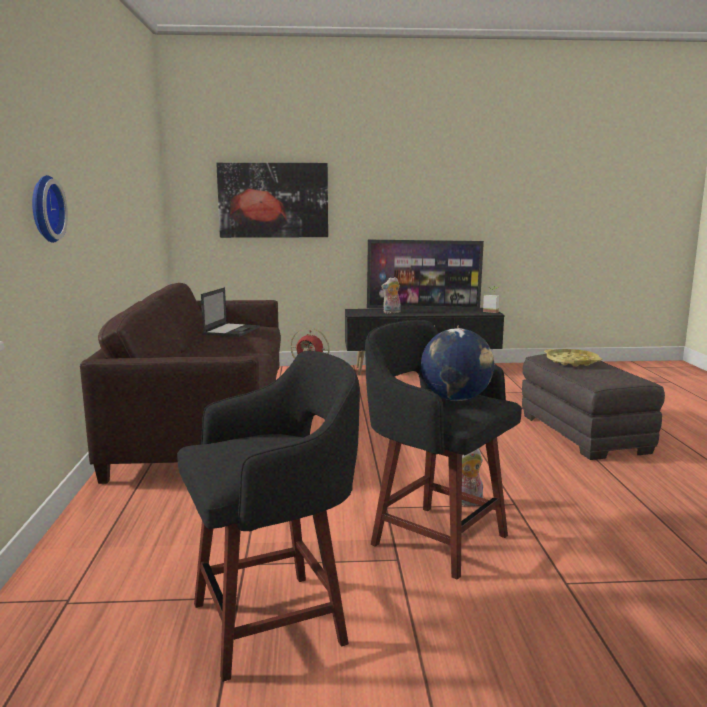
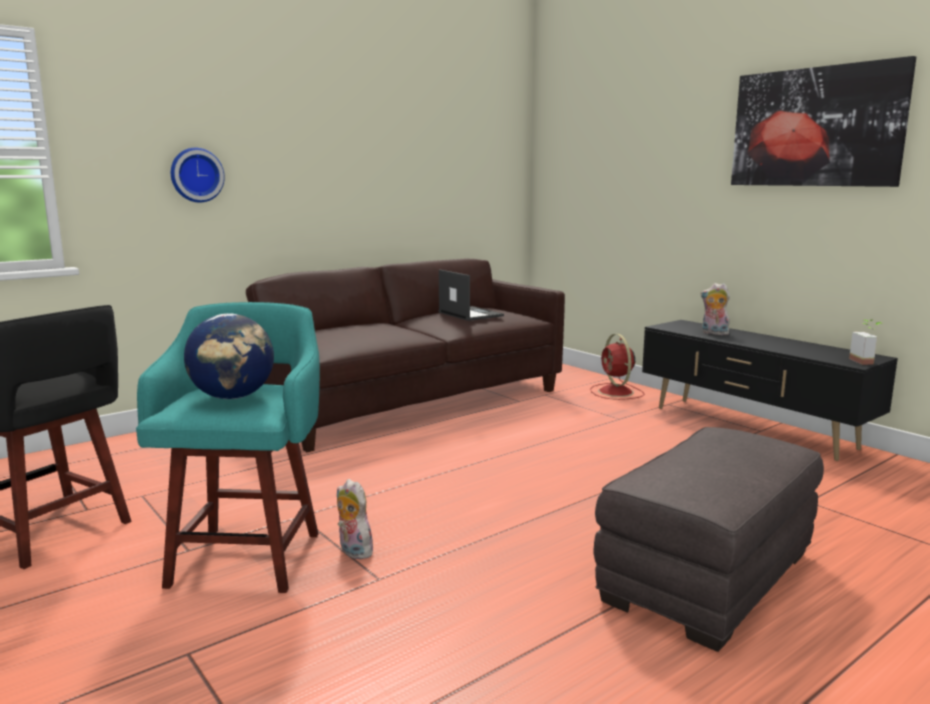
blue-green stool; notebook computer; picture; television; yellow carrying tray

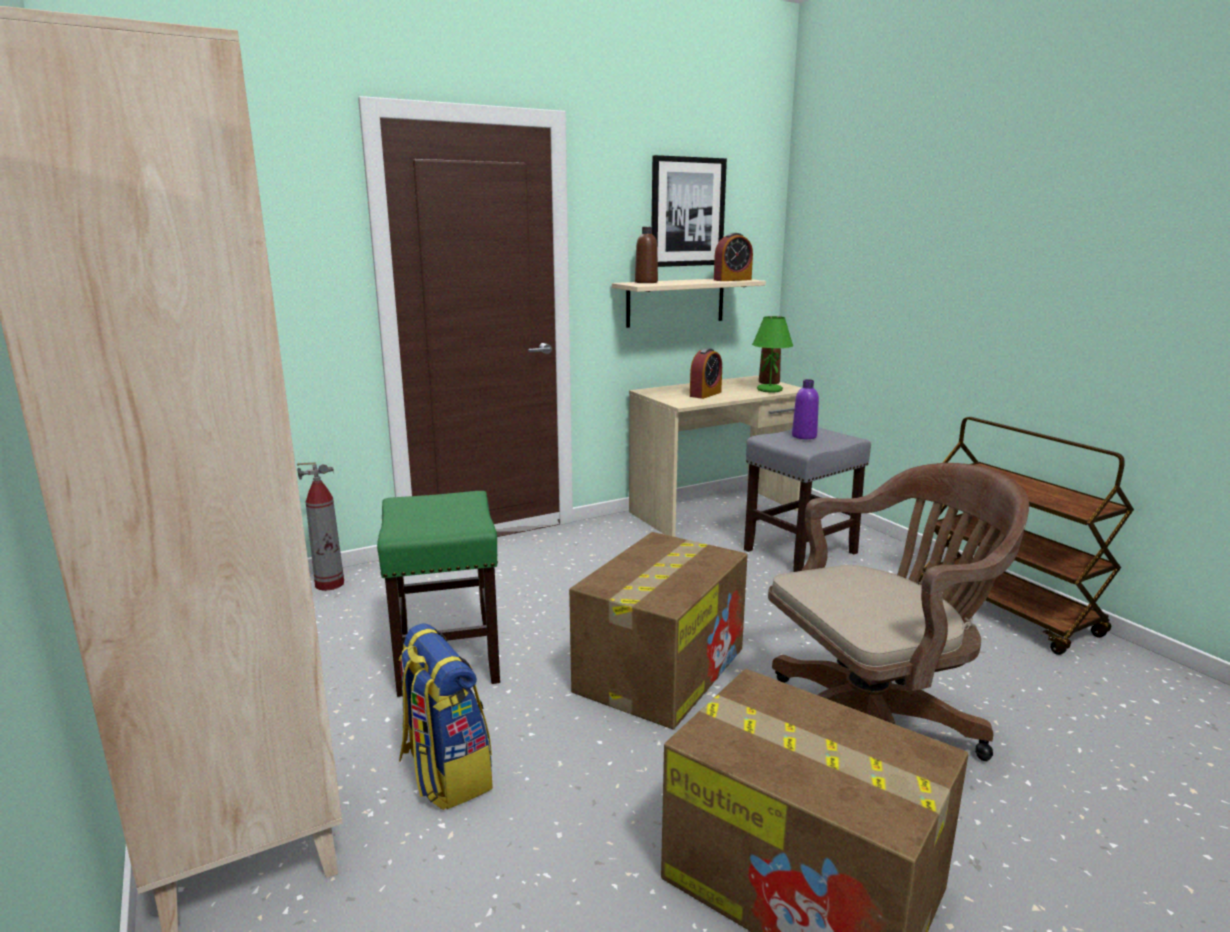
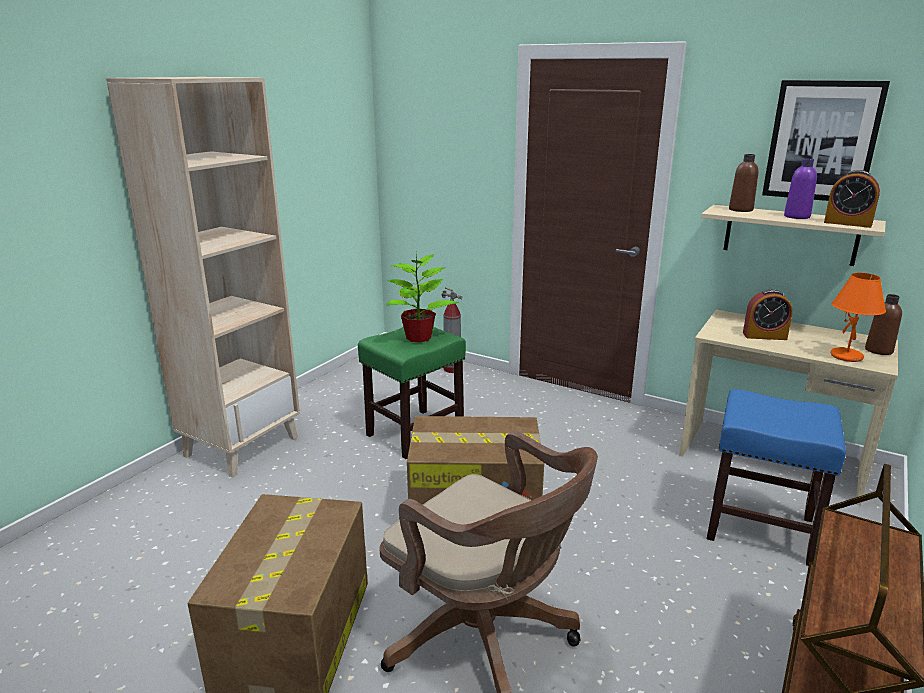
plant in a pot; bluish stool; purplish beverage bottle; orange lamp for a table; rucksack

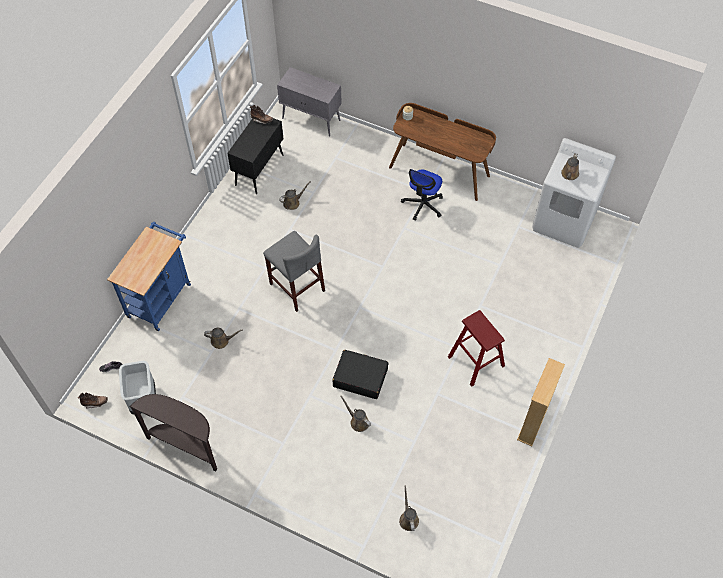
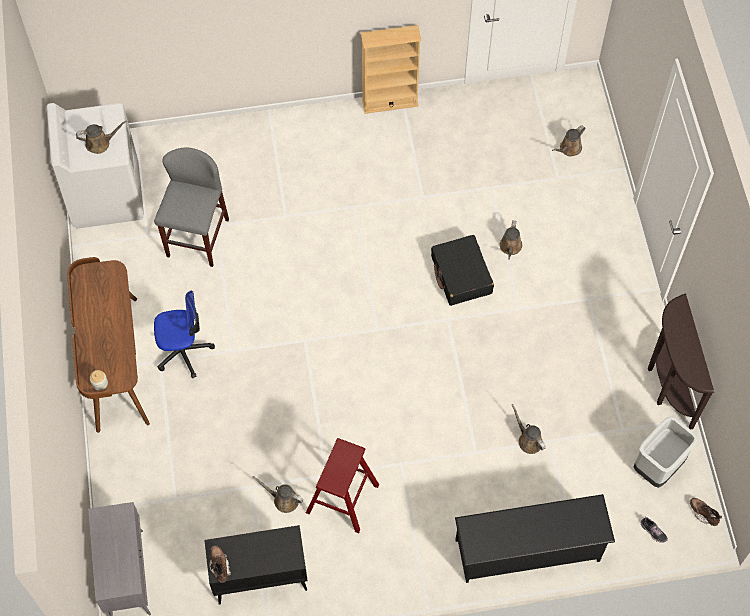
grey stool; reddish stool; black shoe shelf

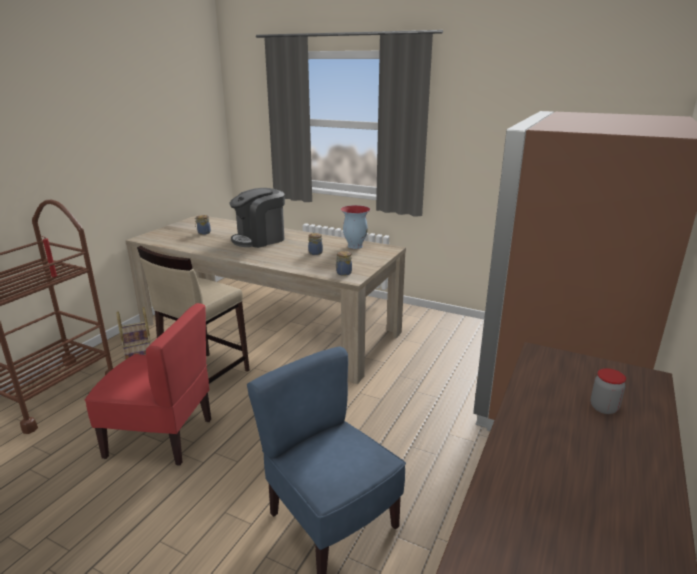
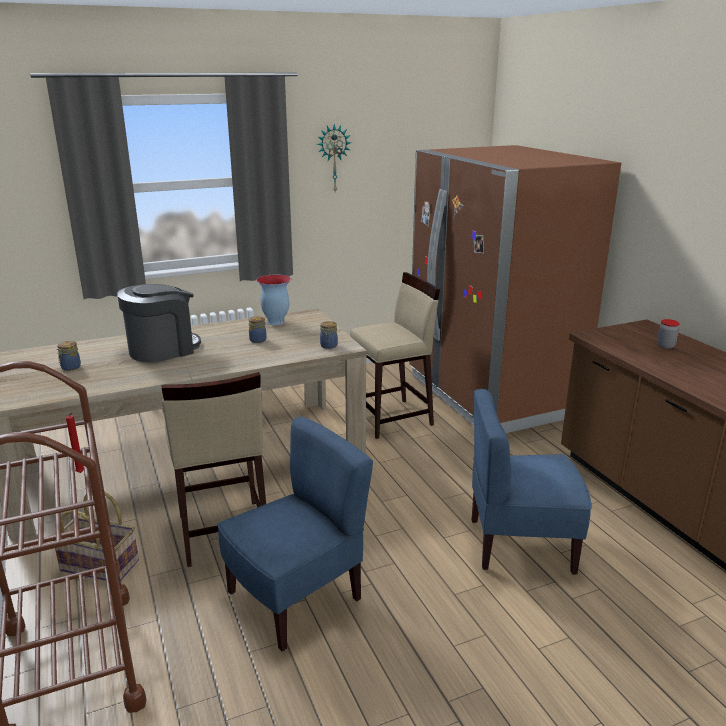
coffee brewer; bluish upright chair (no. 1 from left); wall clock; beige stool (no. 2 from left)

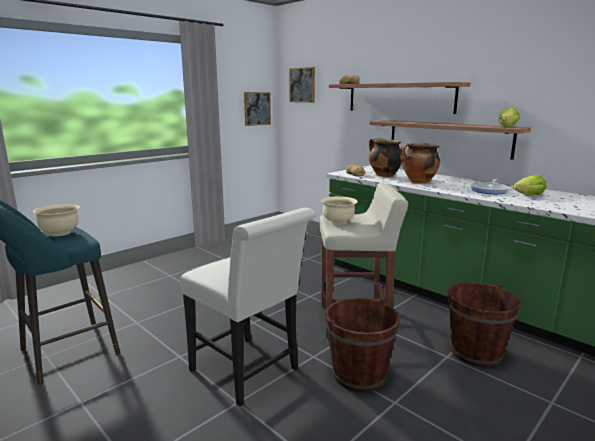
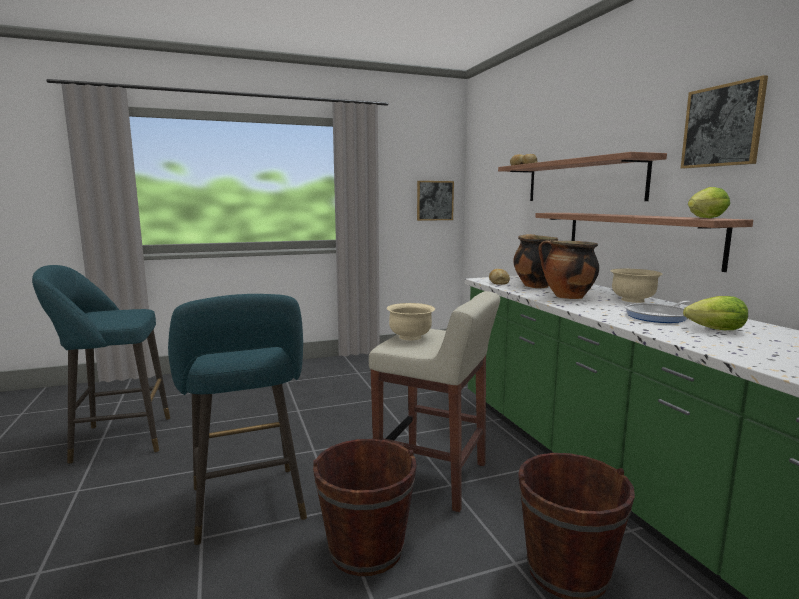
blue-green stool (no. 2 from left); beige deep dish (no. 2 from left); picture (no. 2 from left)

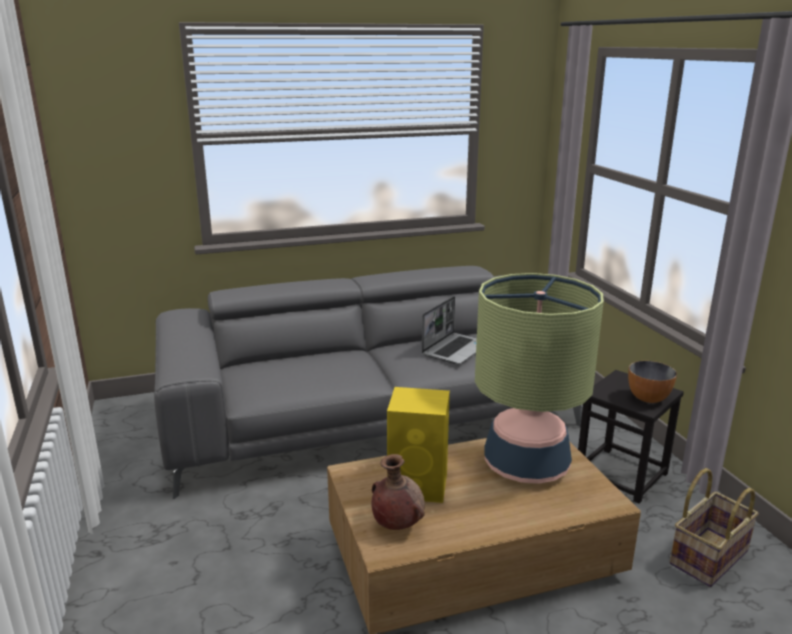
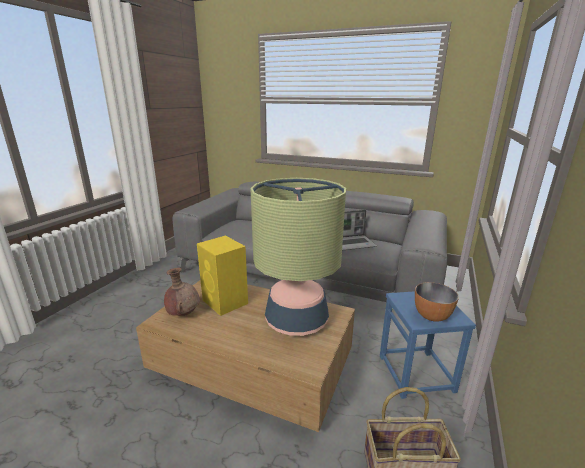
bluish stool

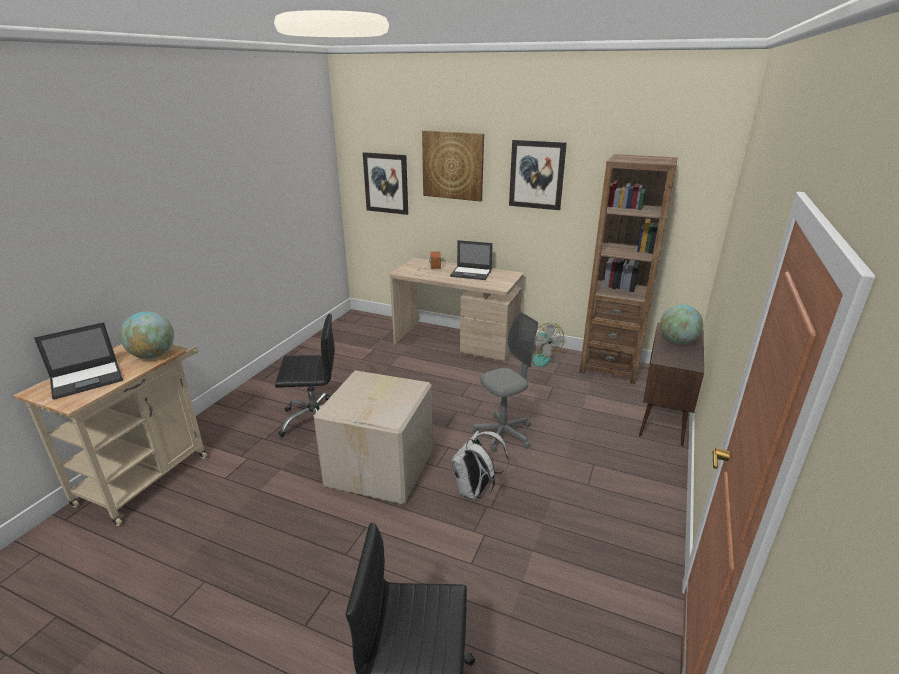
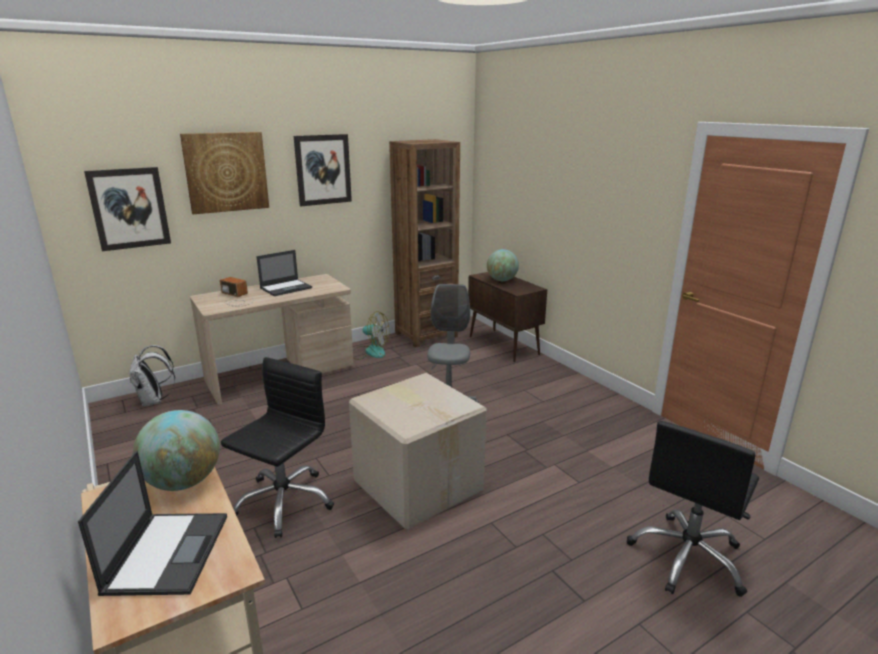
whitish rucksack

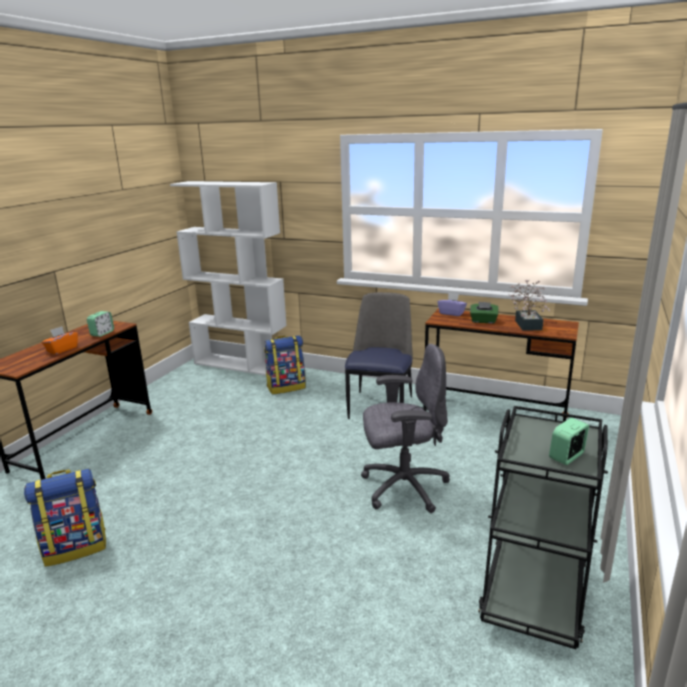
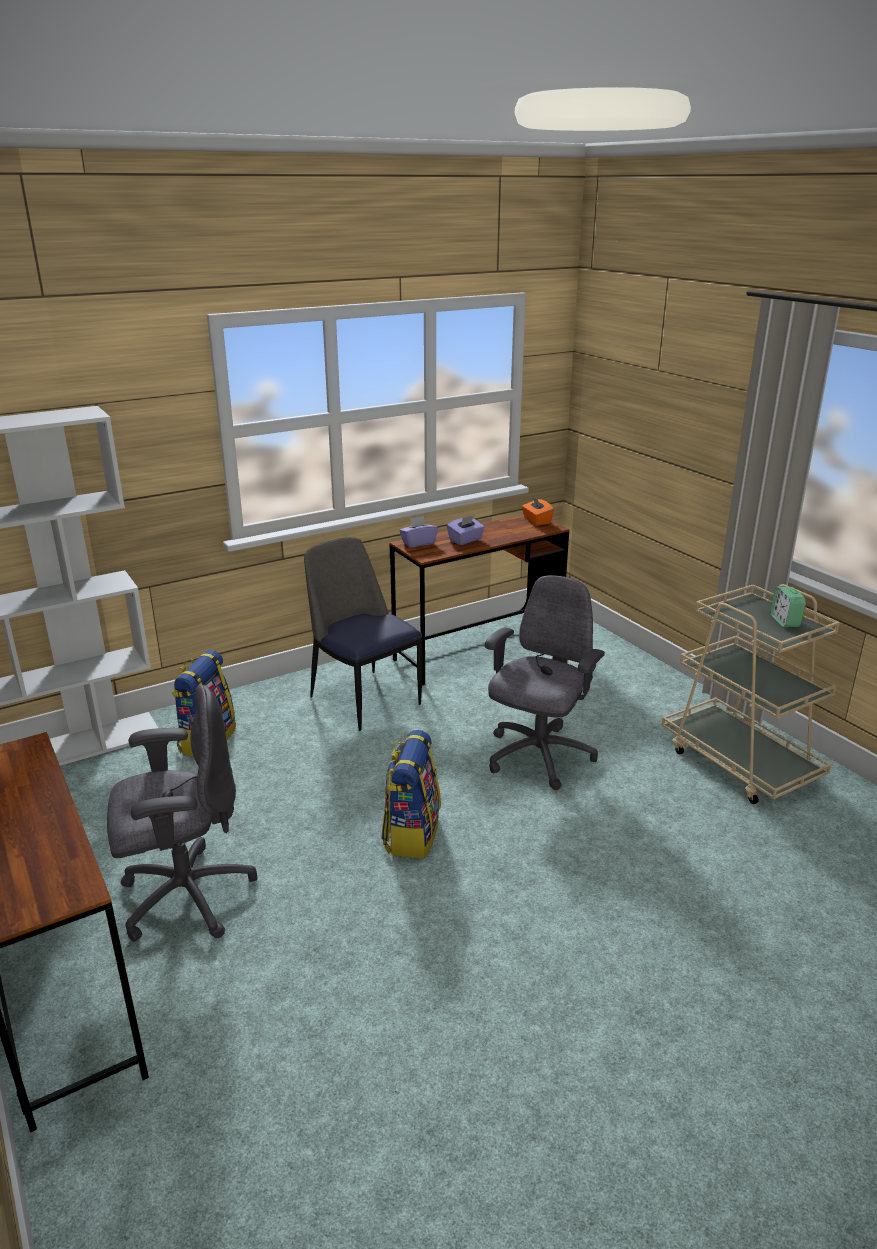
grey desk chair (no. 1 from left); rucksack (no. 2 from left); purplish box of tissues (no. 2 from left); orange box of tissues; beige cart; alarm clock (no. 1 from left in the first image); plant in a pot

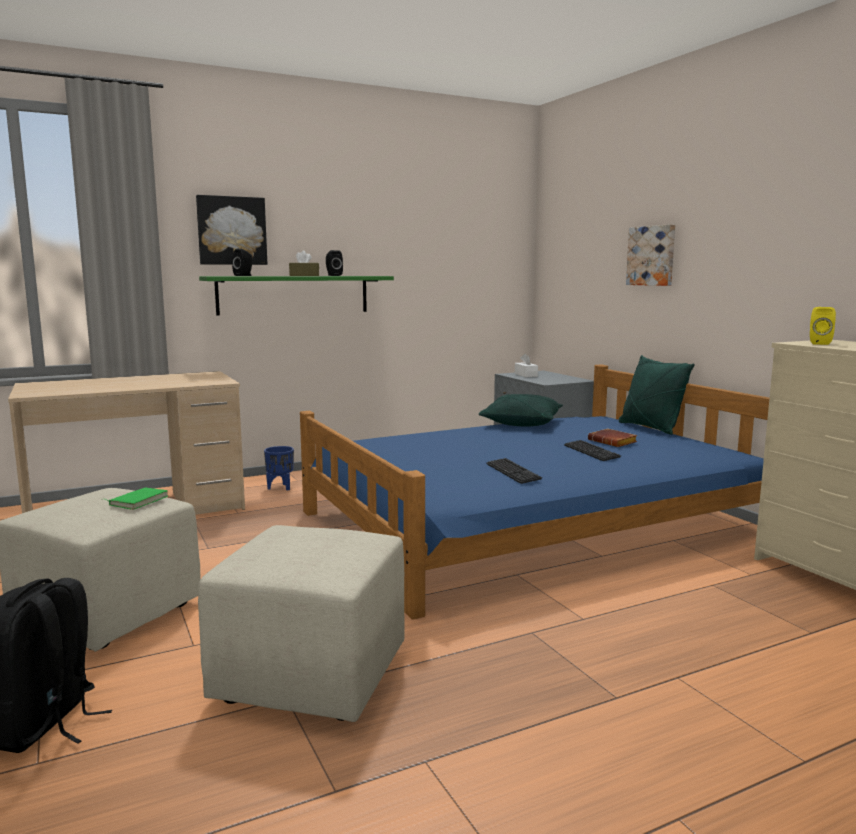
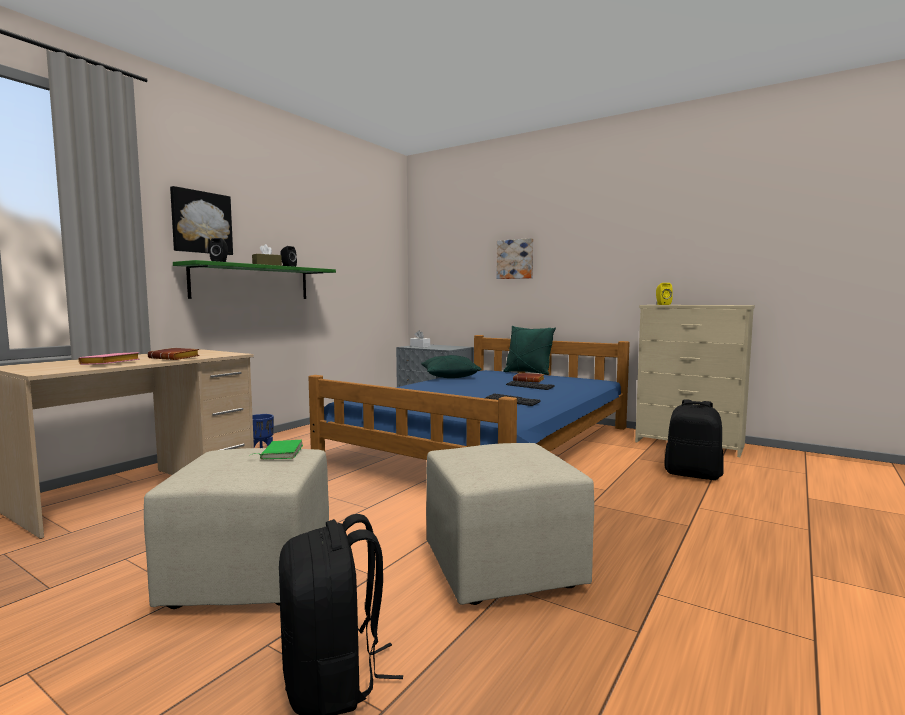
pinkish bound book; brown bound book (no. 1 from left); black rucksack (no. 2 from left)

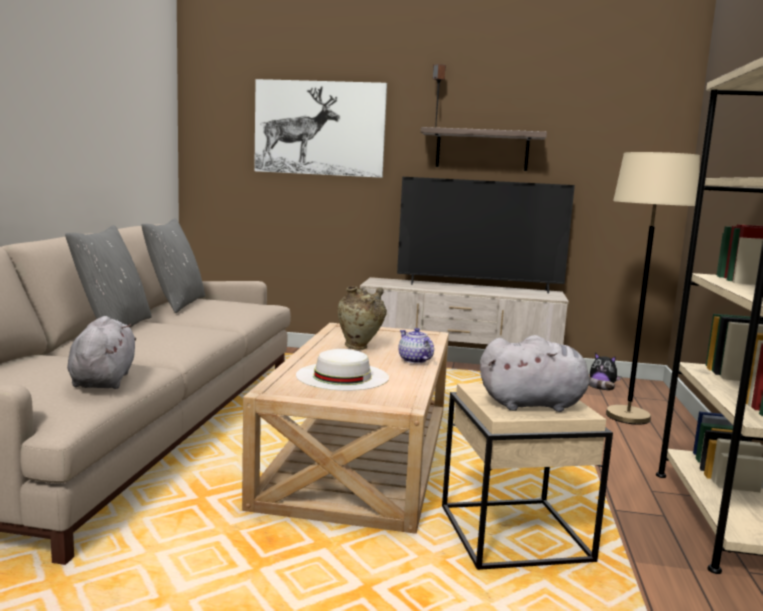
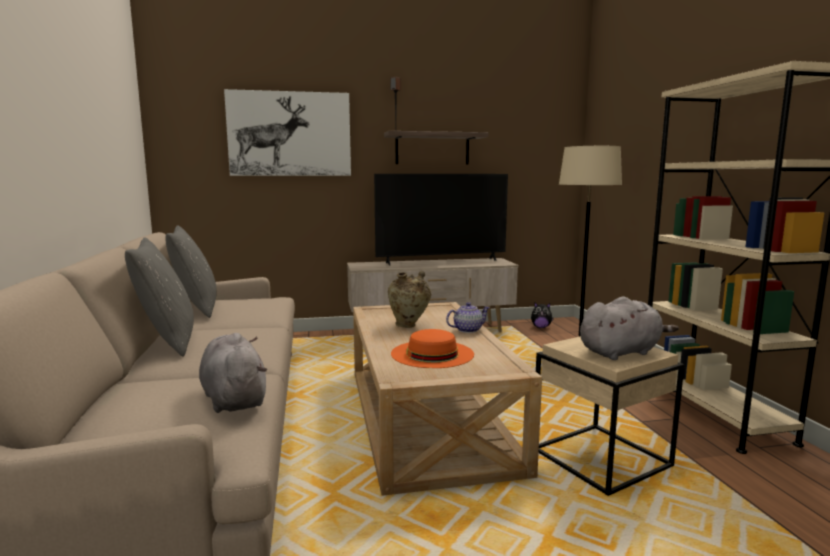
orange clothing hat; teapot

